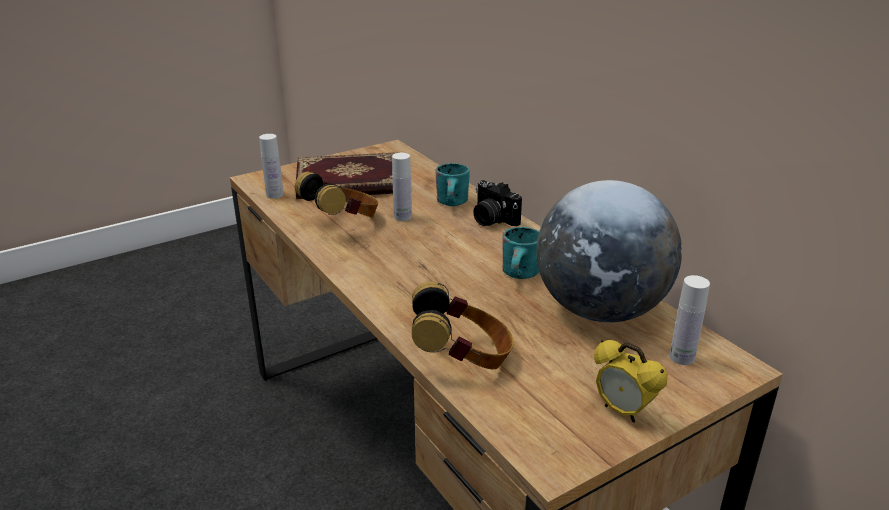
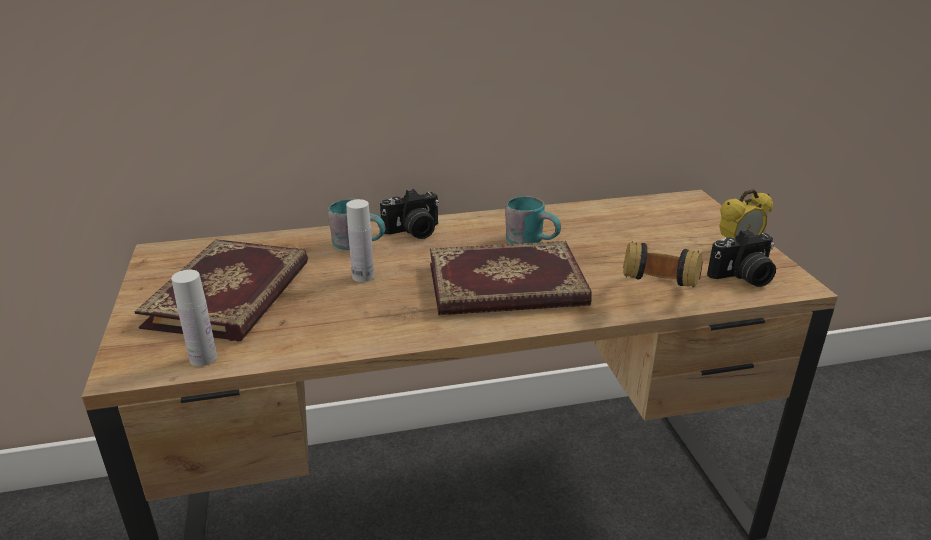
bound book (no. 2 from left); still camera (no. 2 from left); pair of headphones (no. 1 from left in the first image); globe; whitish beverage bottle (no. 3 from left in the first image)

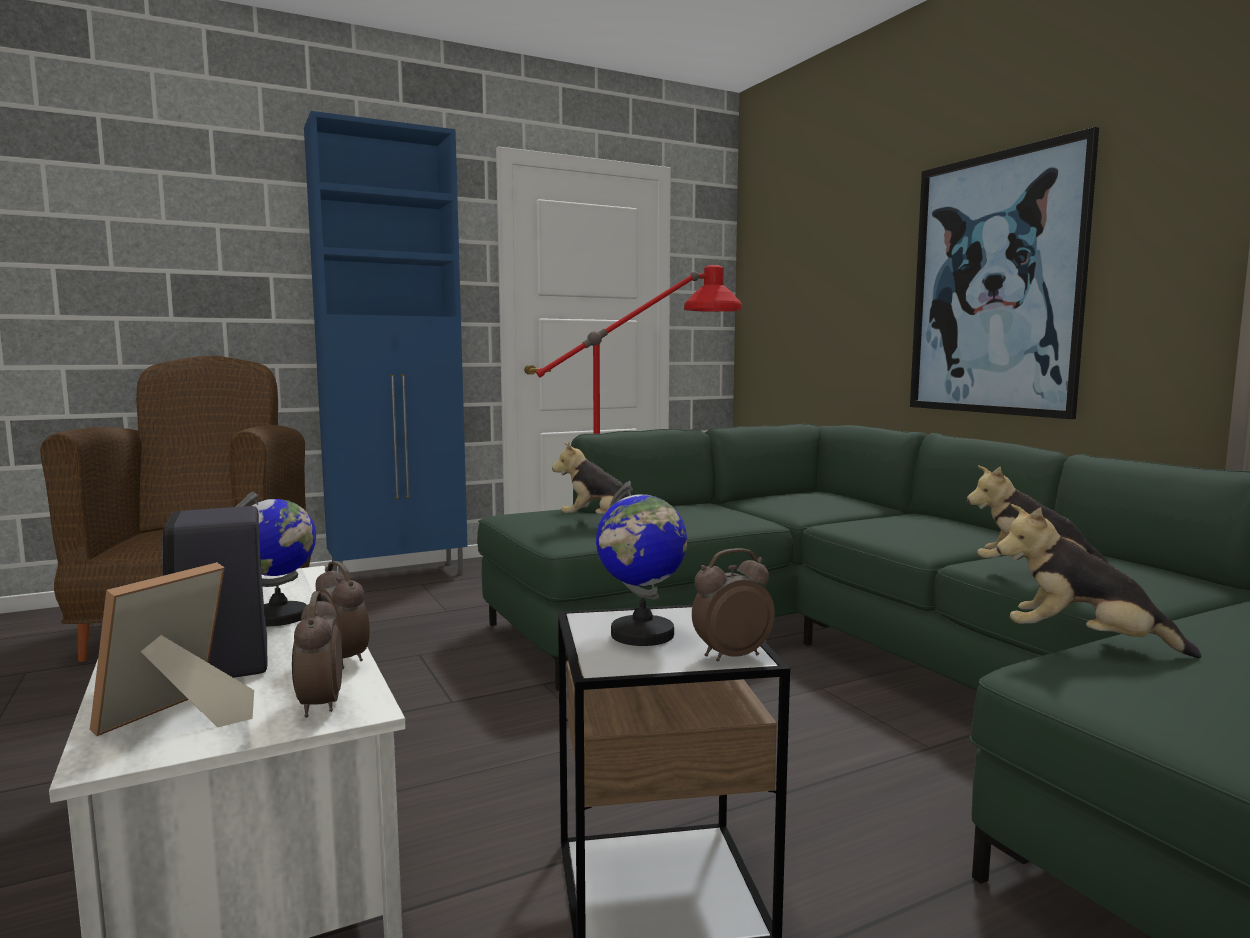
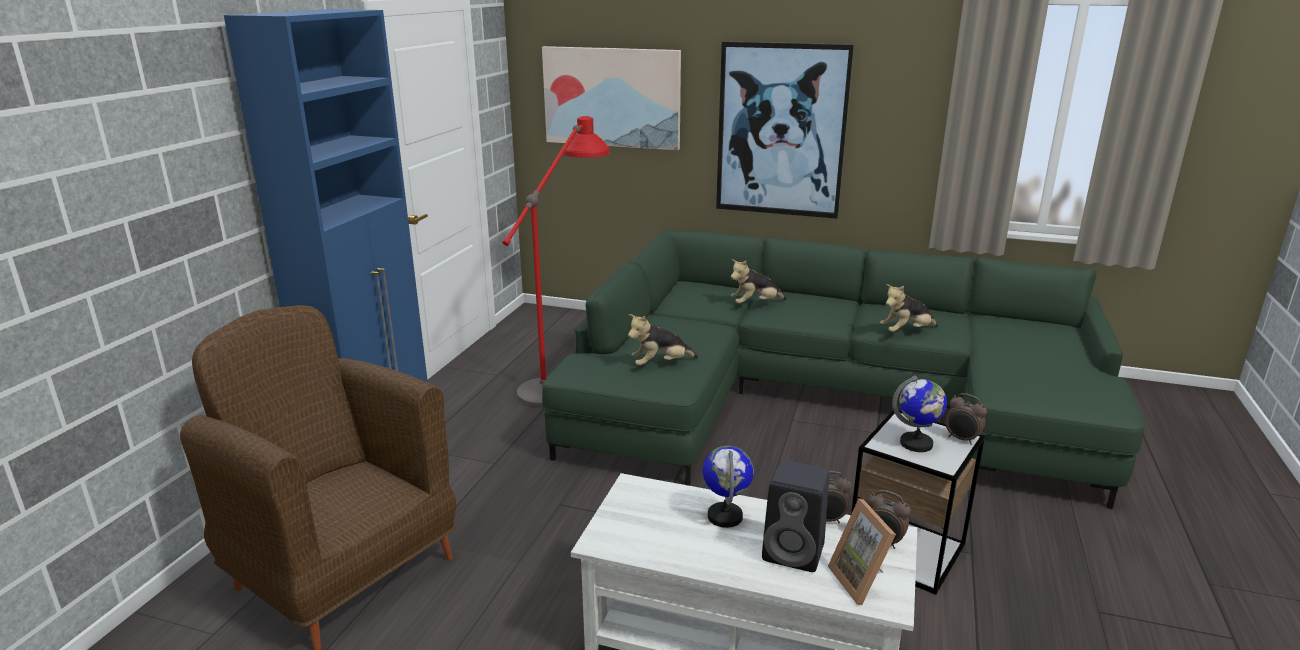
picture (no. 1 from left); plush toy (no. 2 from left); alarm clock (no. 3 from left)

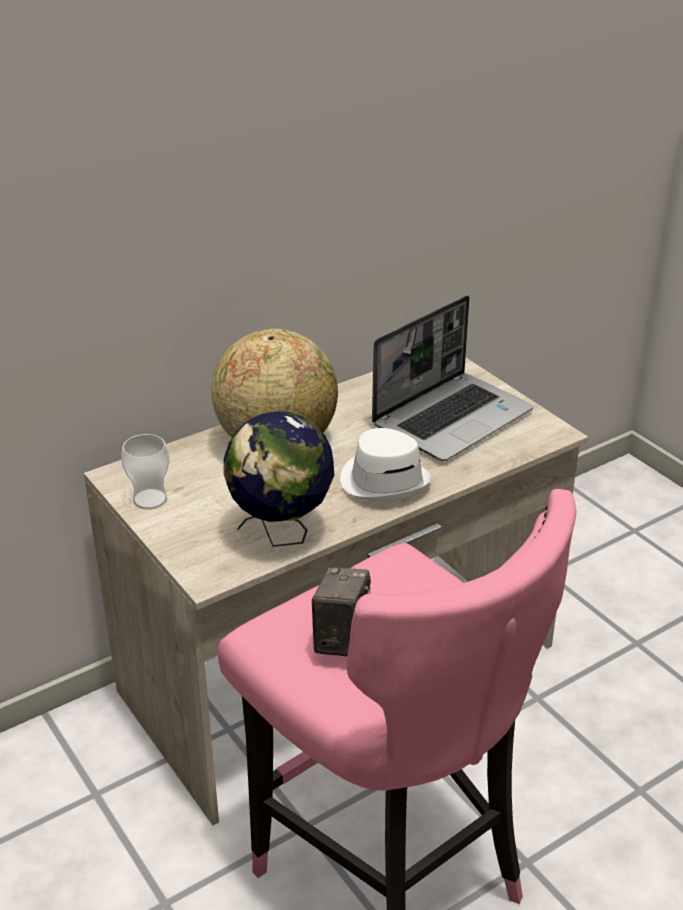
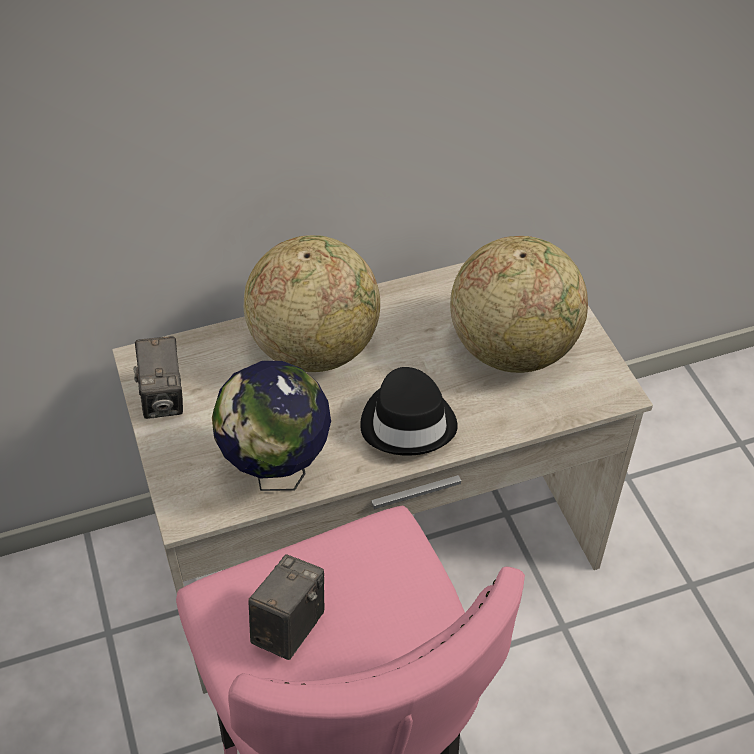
still camera (no. 1 from left); black clothing hat; globe (no. 3 from left)

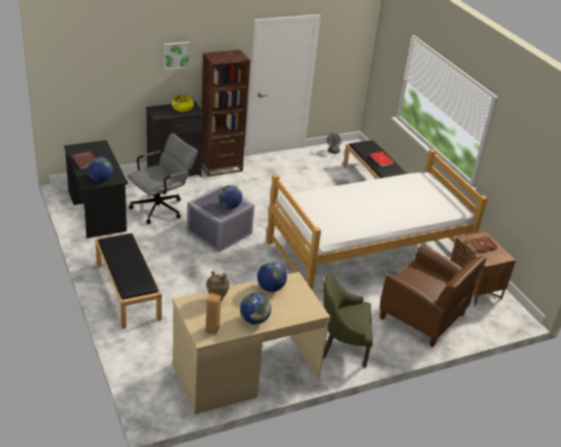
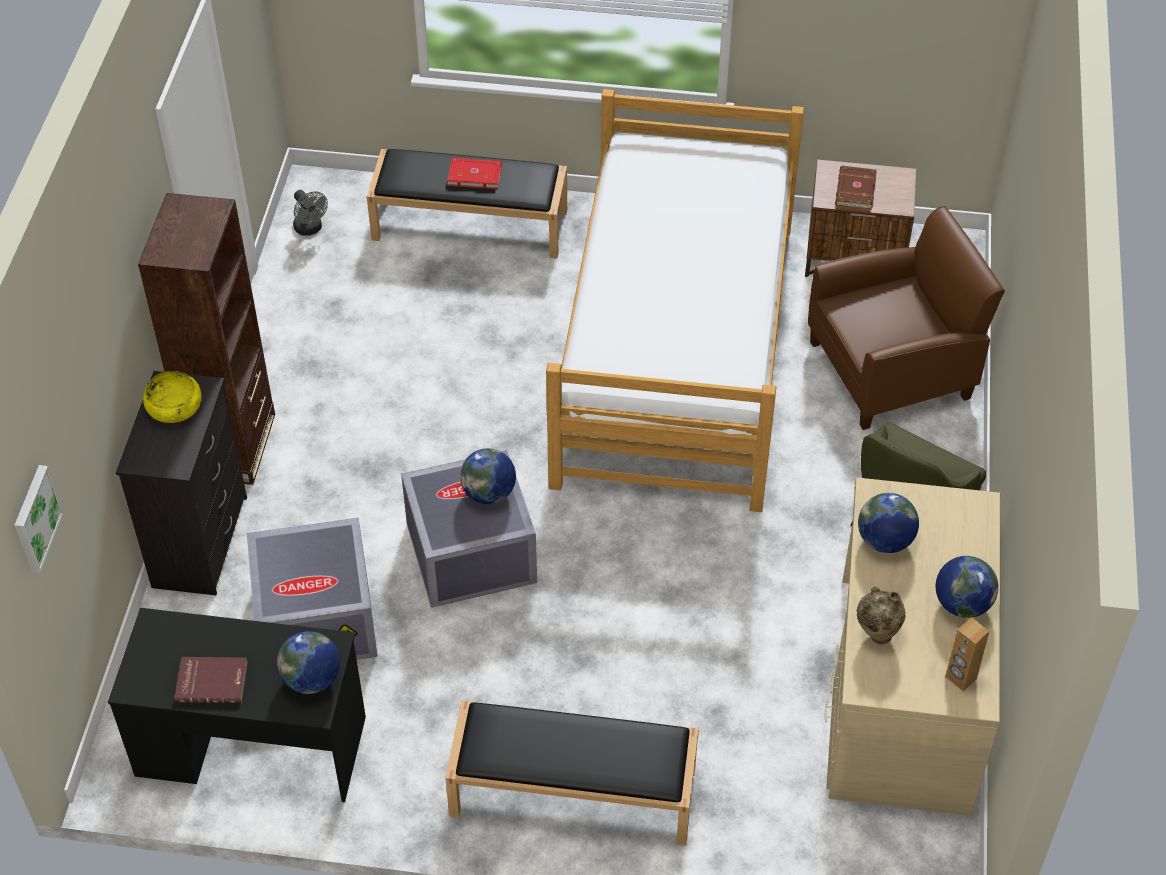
picture; grey storage box (no. 1 from left)

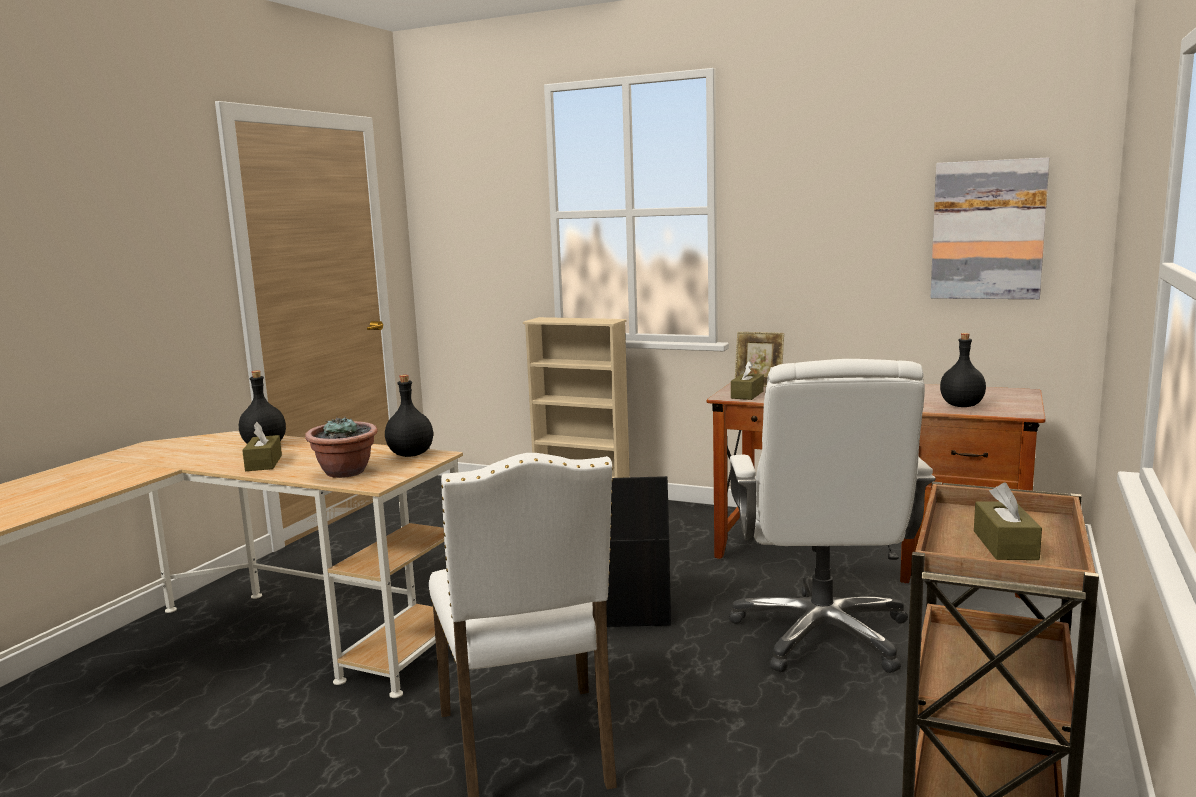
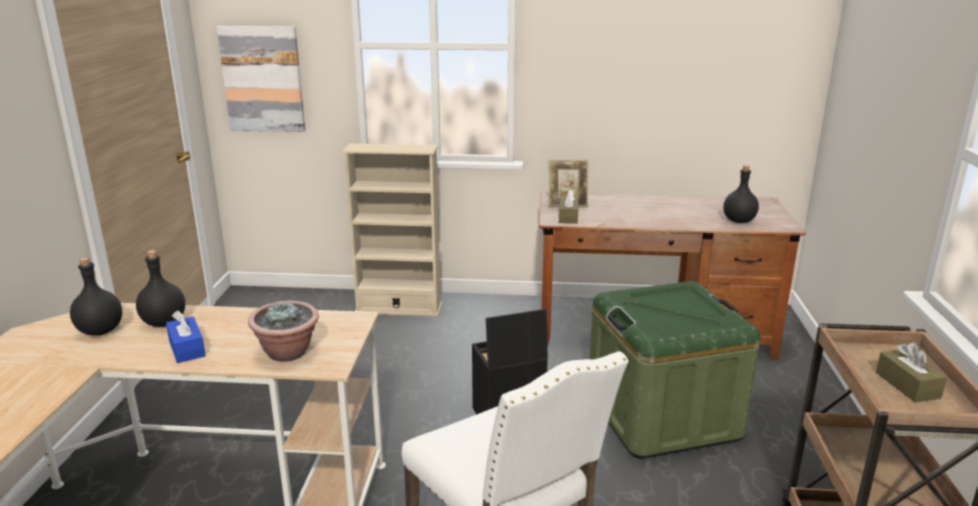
black beverage bottle (no. 1 from left); bluish box of tissues; picture; green-coloured storage box

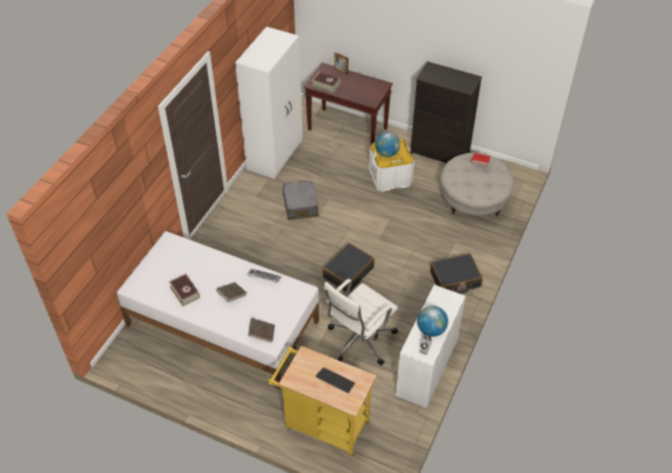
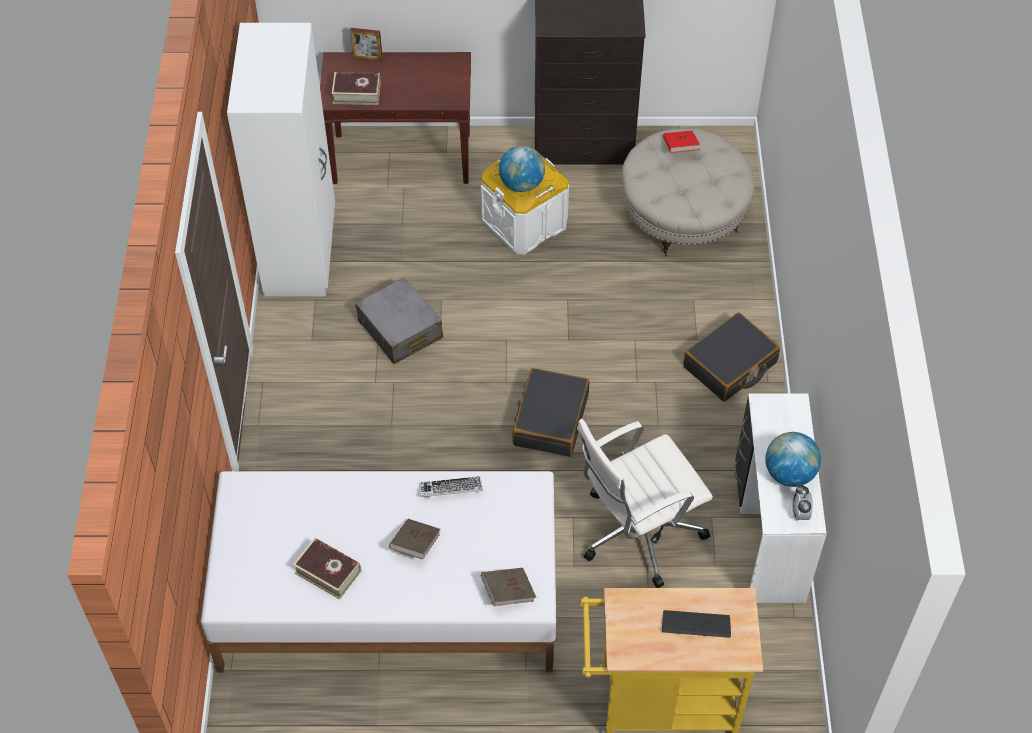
whitish desk chair

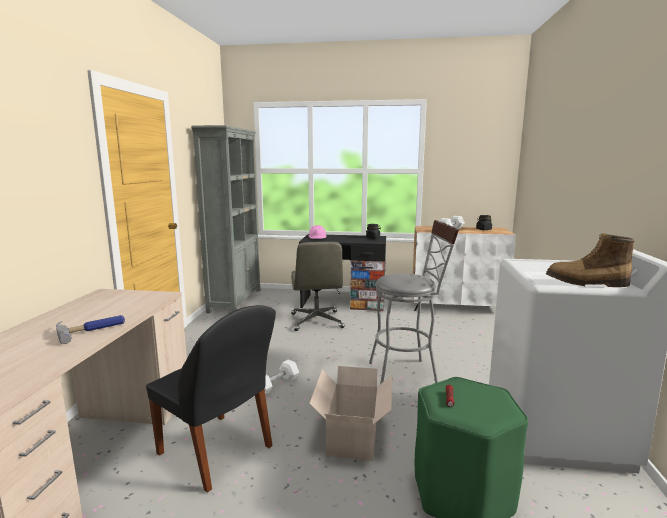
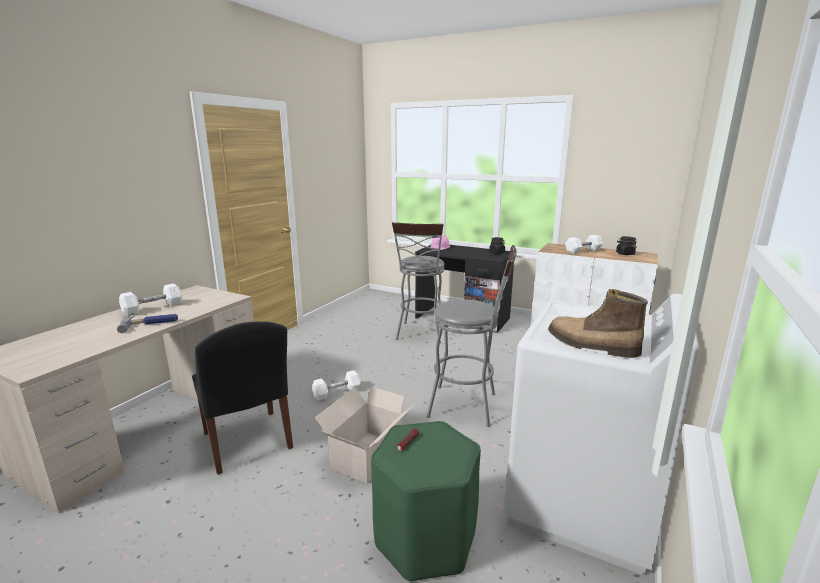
whitish dumbbell (no. 1 from left); grey stool (no. 1 from left); grey bookshelf

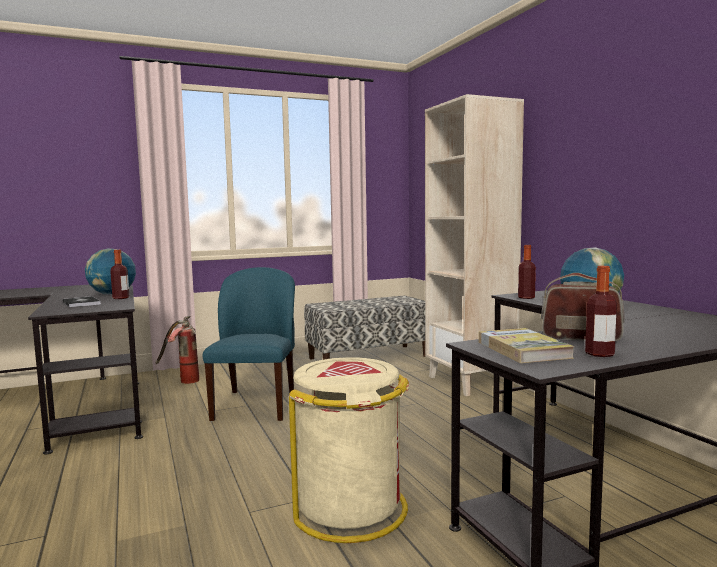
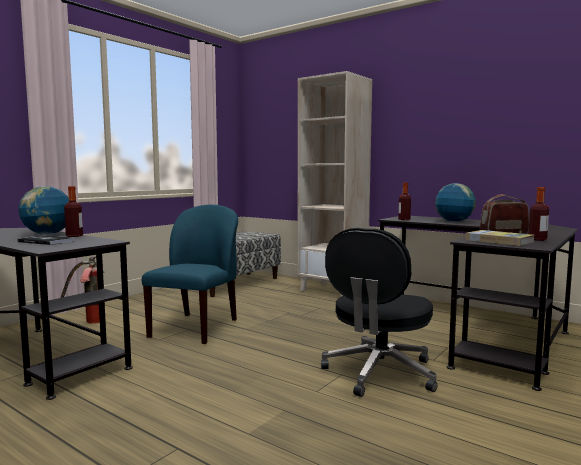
bluish upright chair; black desk chair

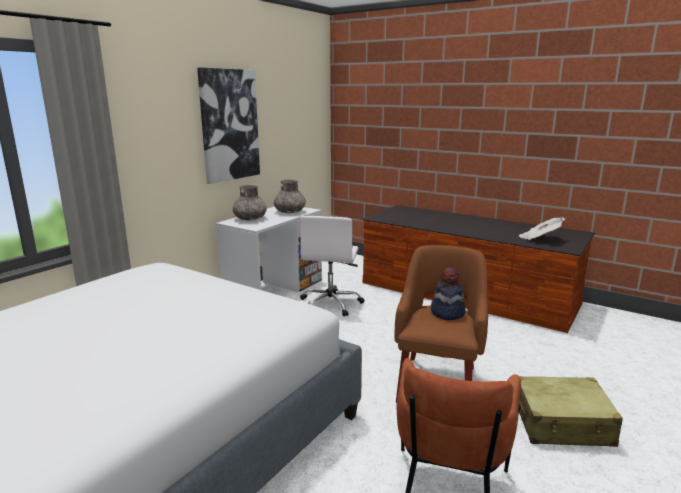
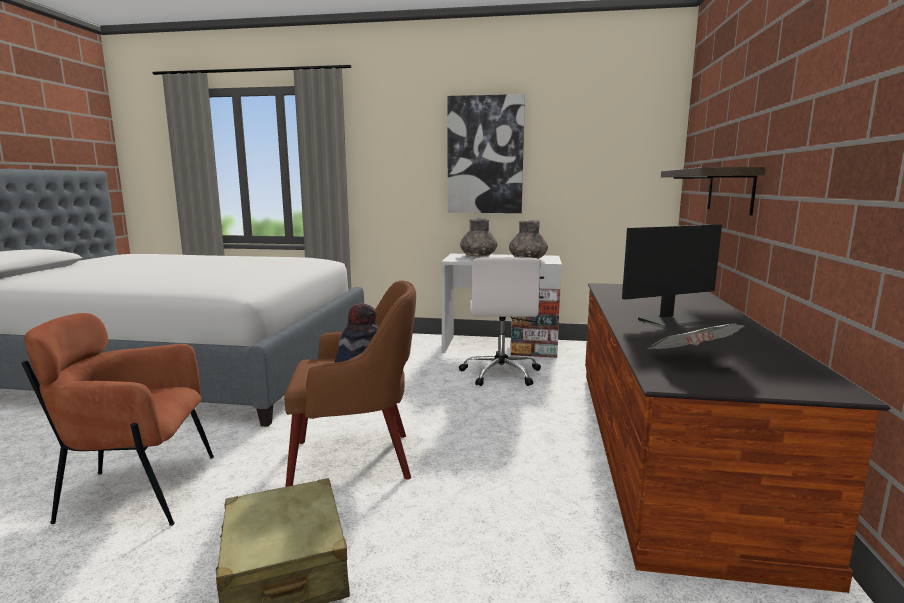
whitish desk chair; computer display; bracket shelf

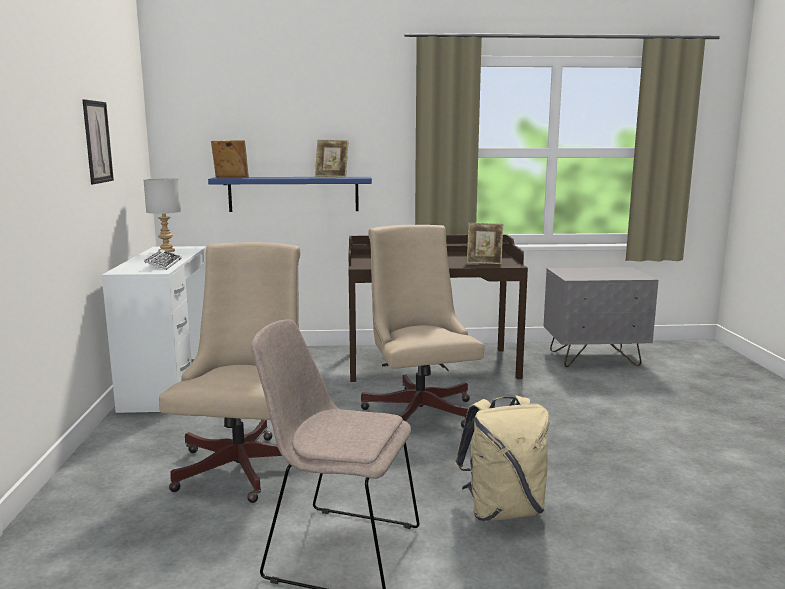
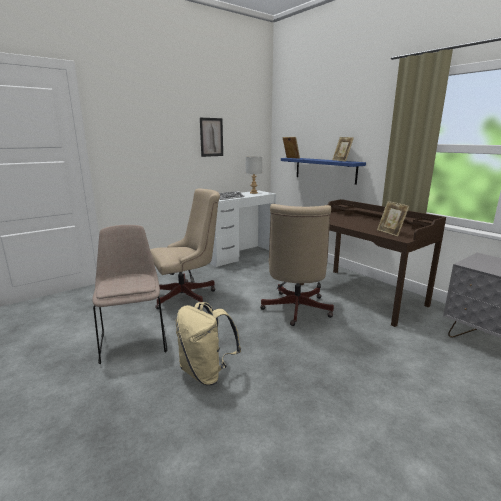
beige desk chair (no. 2 from left)

